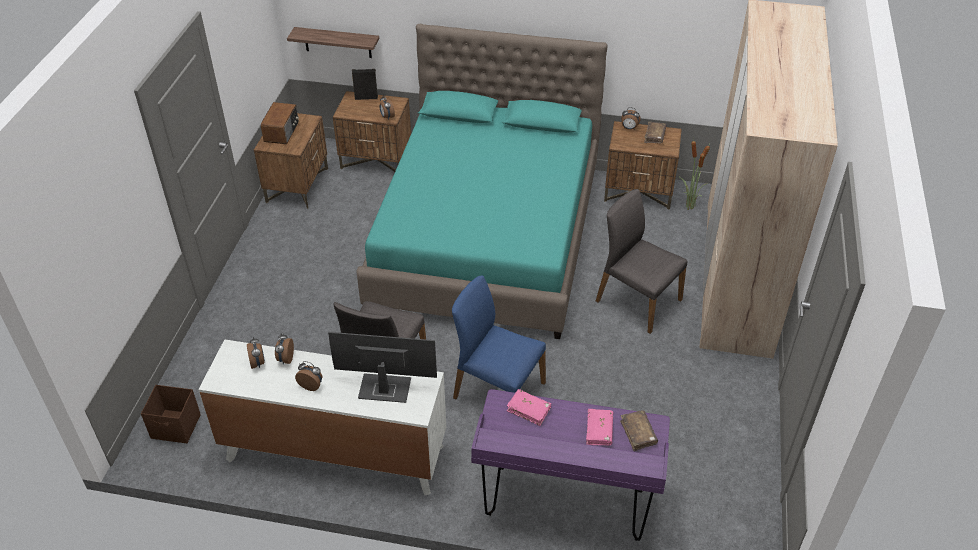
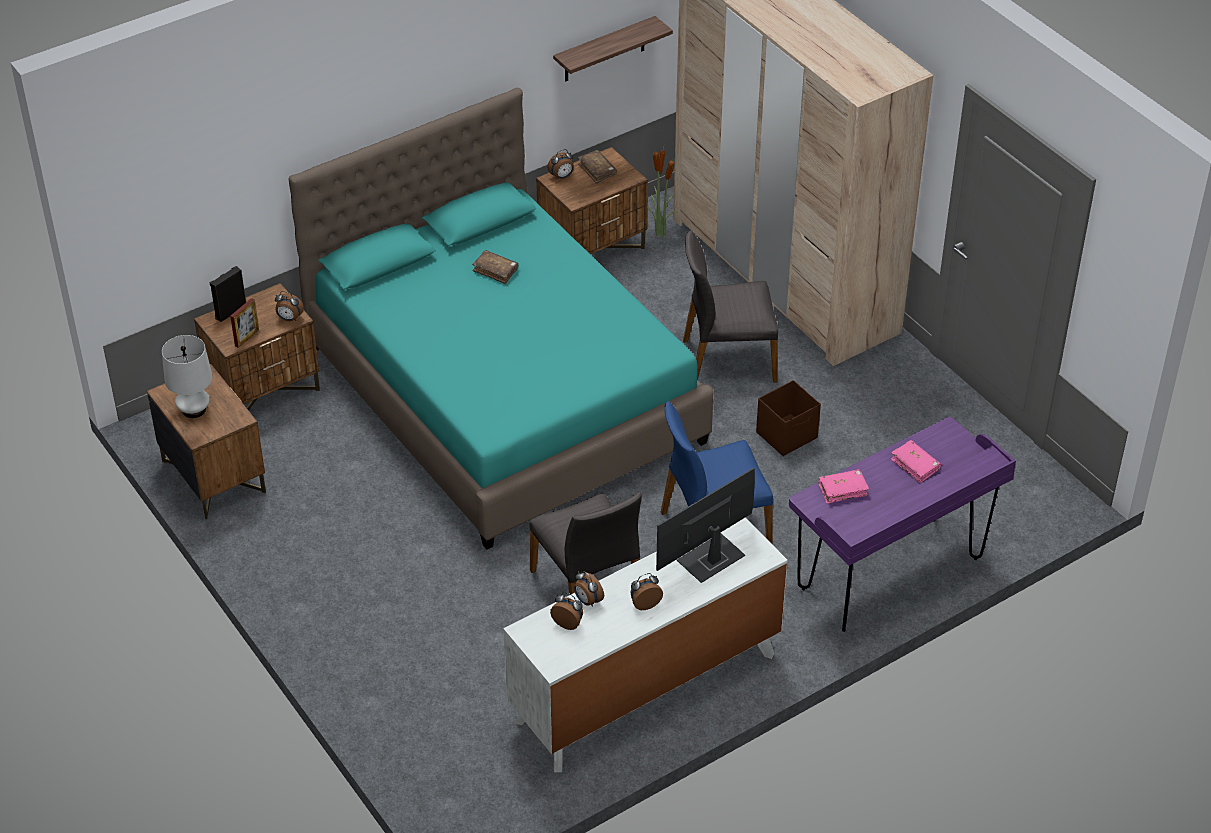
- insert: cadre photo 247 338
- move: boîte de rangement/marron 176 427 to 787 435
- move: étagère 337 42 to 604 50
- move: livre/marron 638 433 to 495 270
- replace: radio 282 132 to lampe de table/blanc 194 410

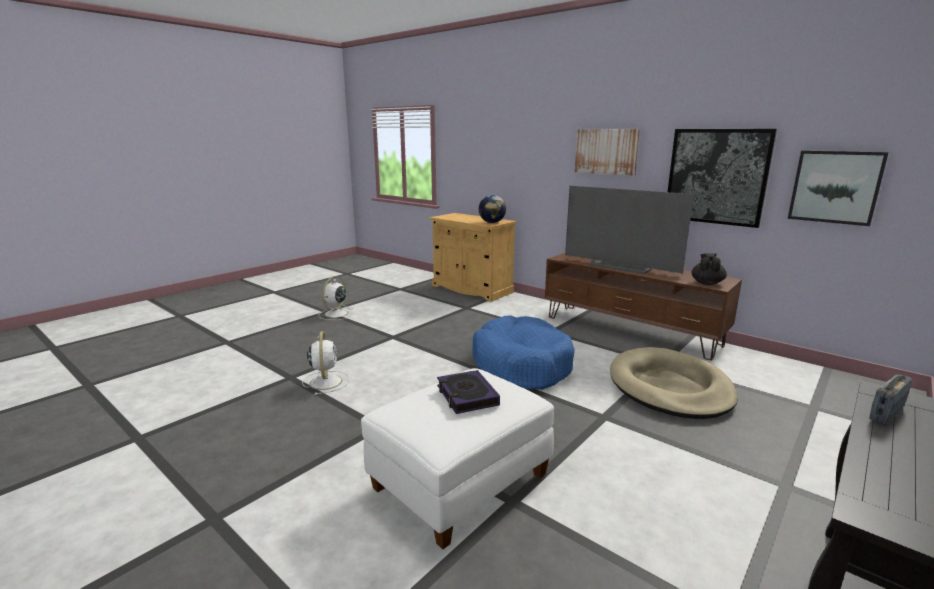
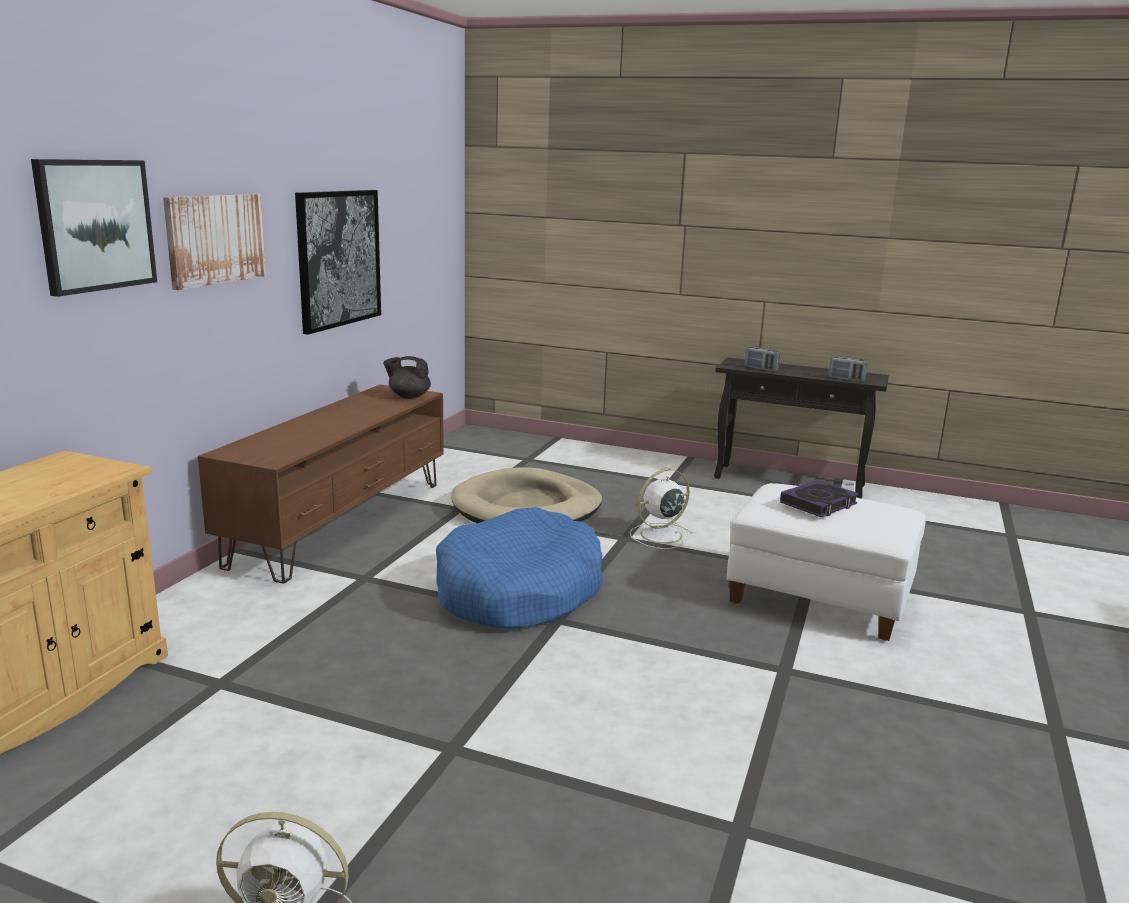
- delete: globe 492 222
- delete: téléviseur 621 266
- insert: radio 846 379
- move: ventilateur/blanc 326 381 to 659 535
- move: tableau 835 187 to 95 225

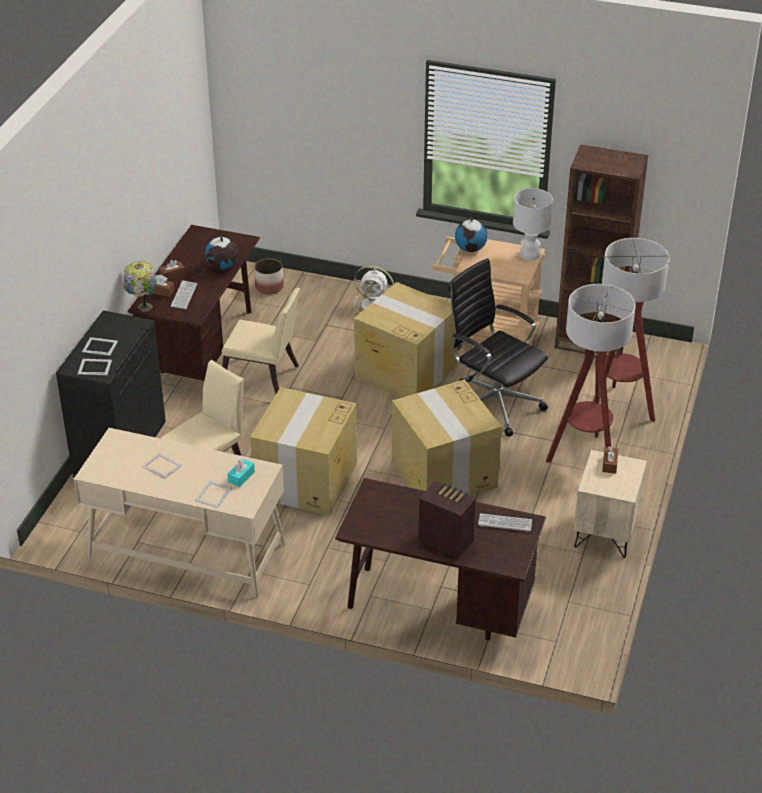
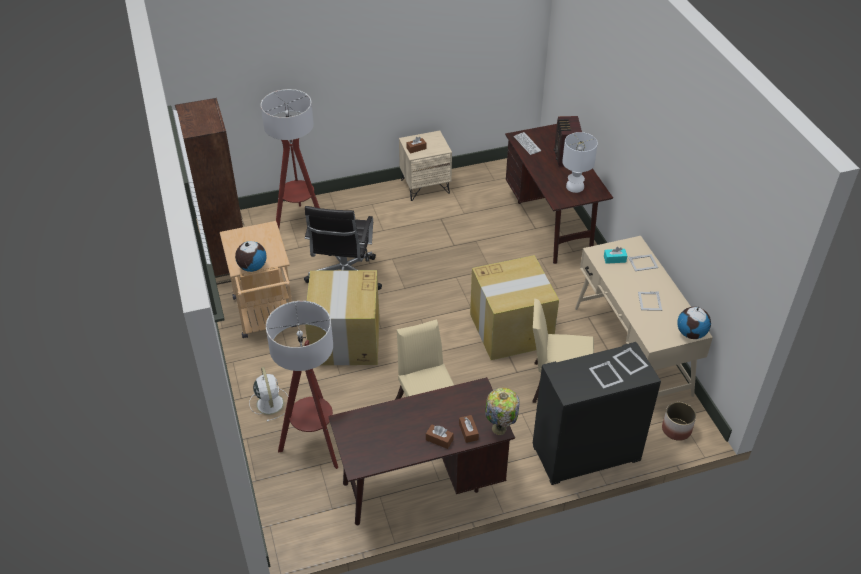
- delete: clavier 184 295
- delete: carton 444 475
- move: globe 222 267 to 691 333
- move: cache-pot 269 287 to 676 429
- move: lampe de table/blanc 529 254 to 575 187
- move: lampadaire 585 458 to 315 445

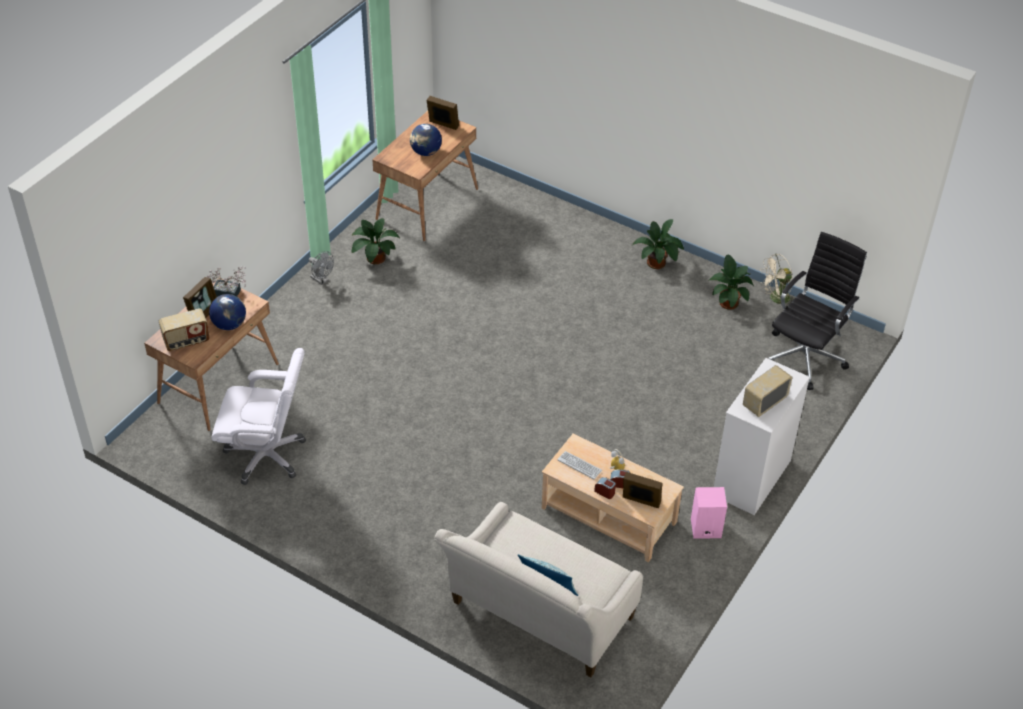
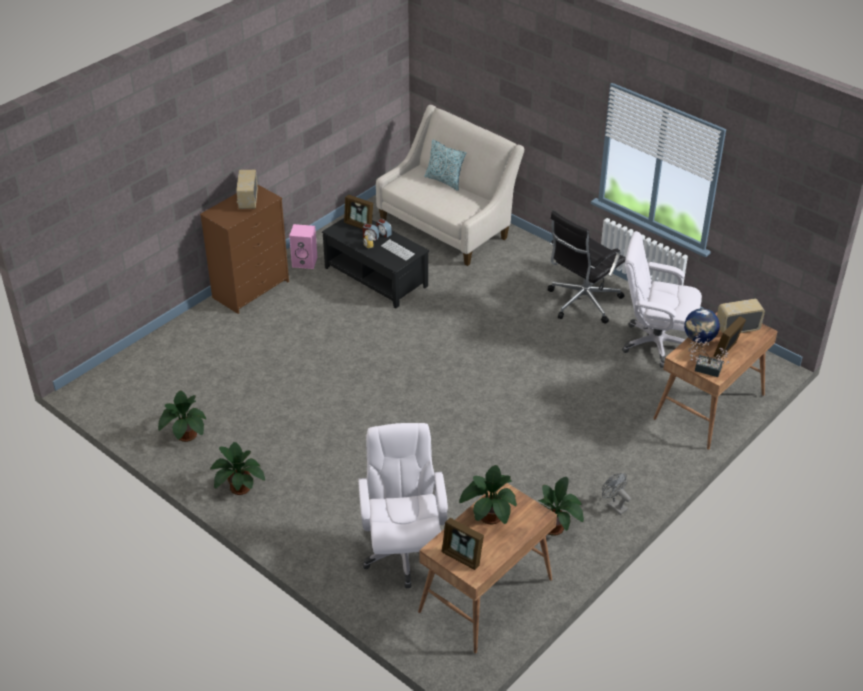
- delete: ventilateur/beige 776 299
- insert: chaise de bureau/blanc 403 553
- move: chaise de bureau/noir 805 356 to 582 302
- replace: globe 426 152 to plante en pot 489 516
- recolor: table basse/beige 608 515 to table basse/noir 377 276
- recolor: commode/blanc 751 478 to commode/marron 251 289
- rotate: radio 764 402 = 247 200 120 degrees clockwise

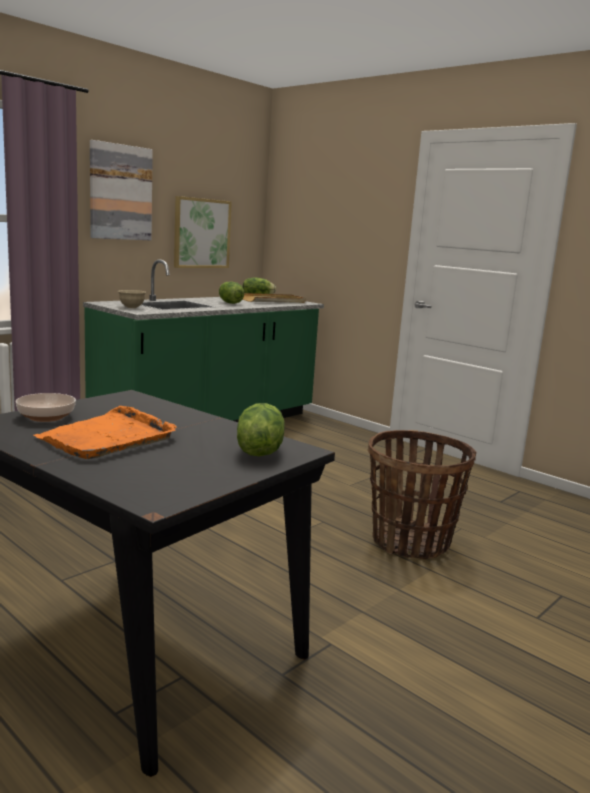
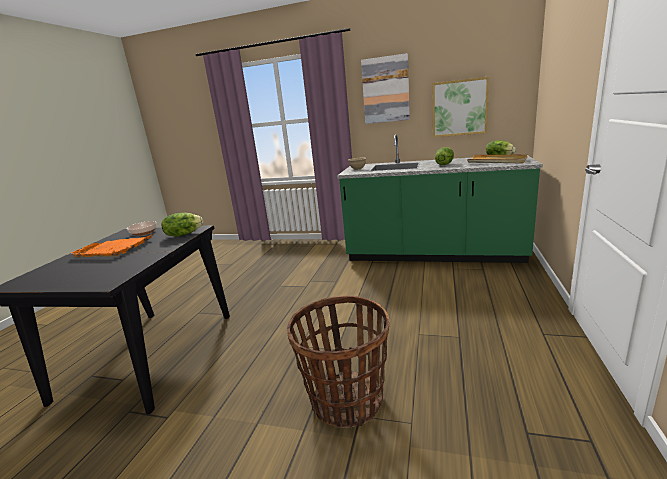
- move: laitue 258 451 to 183 234

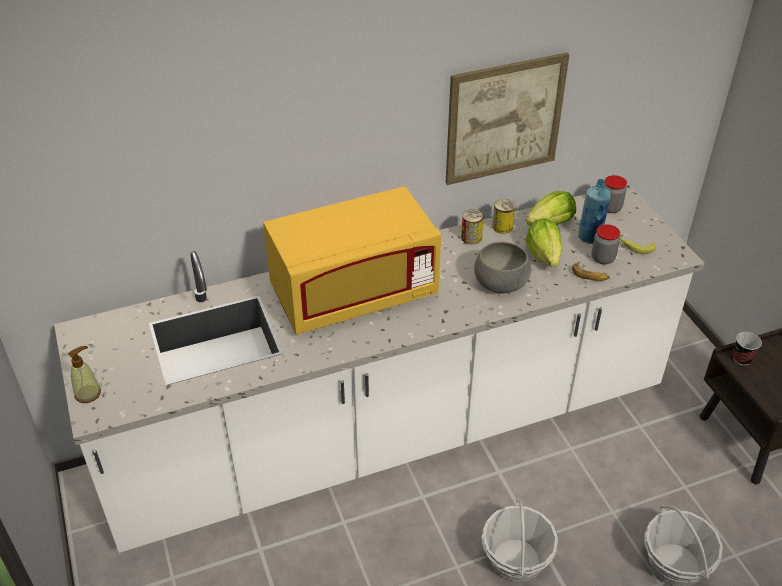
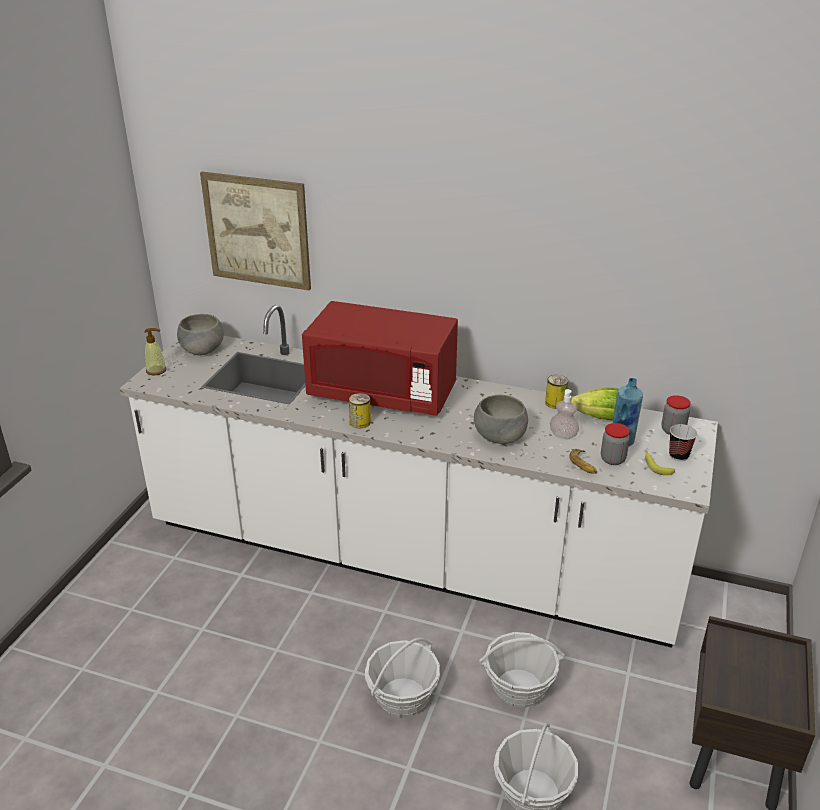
- insert: bol/gris 202 349
- insert: panier 518 688
- move: tableau 504 119 to 257 231
- move: boîte métallique 471 237 to 360 422
- move: tasse 742 359 to 678 456
- replace: laitue 544 255 to distributeur de savon 563 435
- recolor: micro-ondes/jaune 354 294 to micro-ondes/rouge 383 393

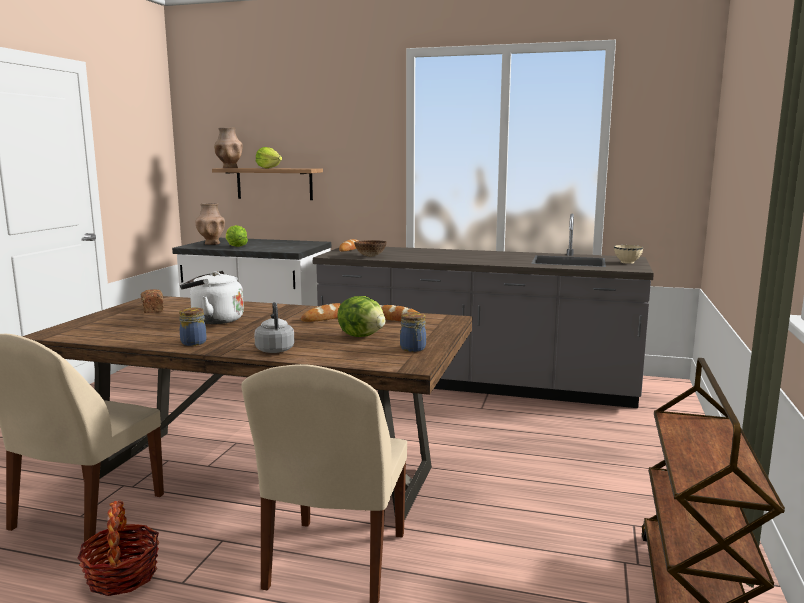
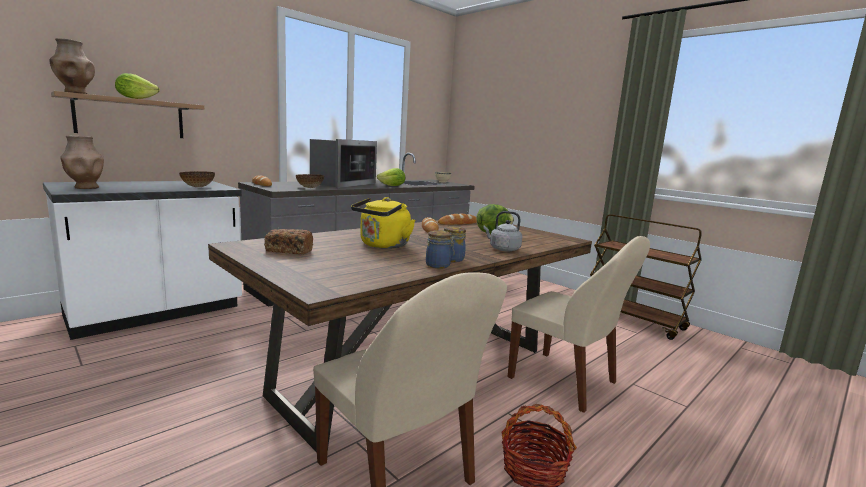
- insert: bol 197 187
- insert: micro-ondes 342 184
- move: laitue 236 246 to 392 186
- move: bocal 413 349 to 439 265
- recolor: bouilloire/blanc 214 320 to bouilloire/jaune 382 245

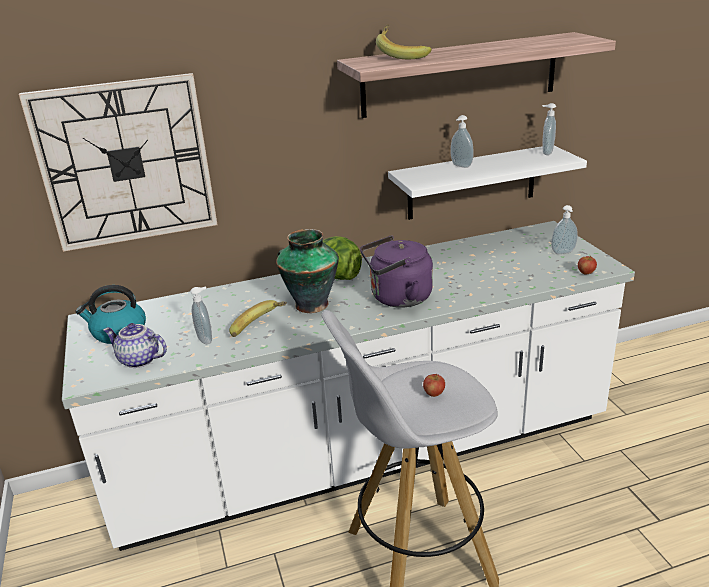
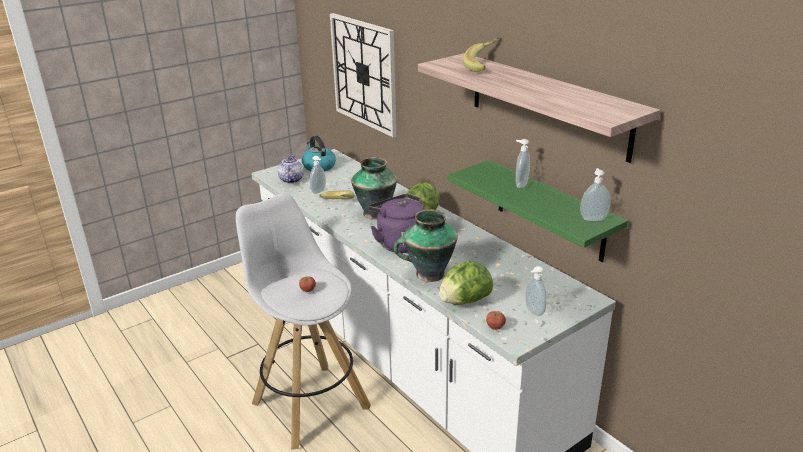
- insert: vase 428 274
- insert: laitue 464 301
- recolor: étagère/blanc 472 182 to étagère/vert 550 211

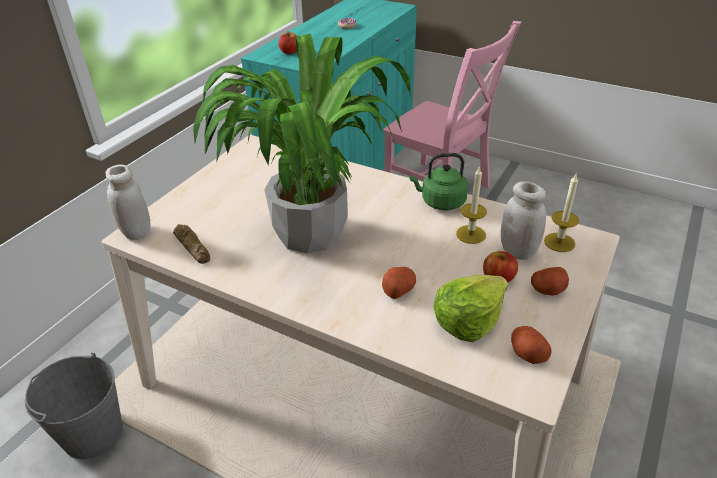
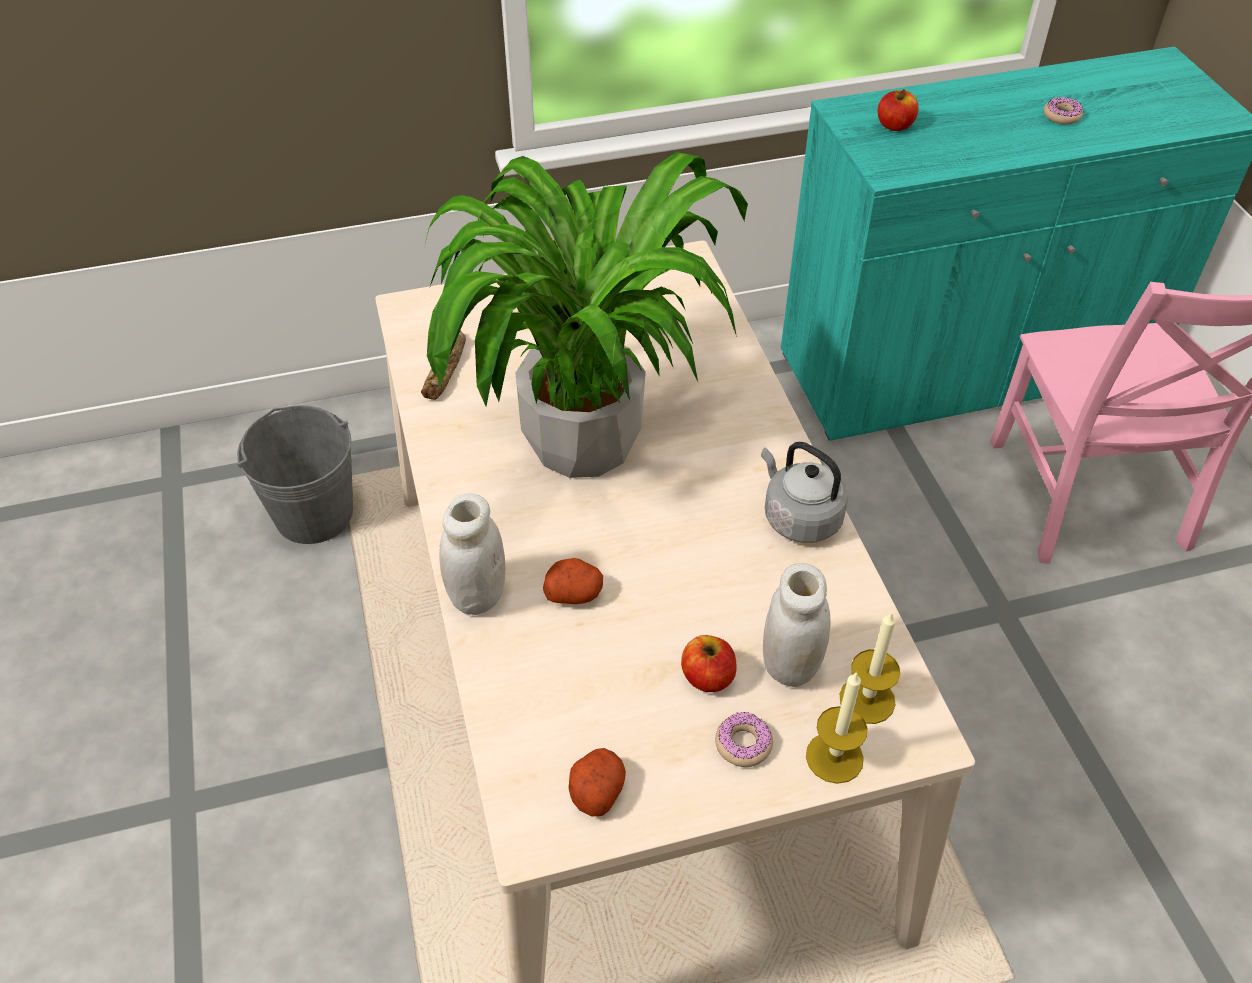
- delete: laitue 468 320
- move: bocal/blanc 136 232 to 477 595
- move: bougie 471 234 to 834 757
- replace: pomme de terre 547 290 to beignet 743 744
- recolor: bouilloire/vert 440 202 to bouilloire/gris 798 517

